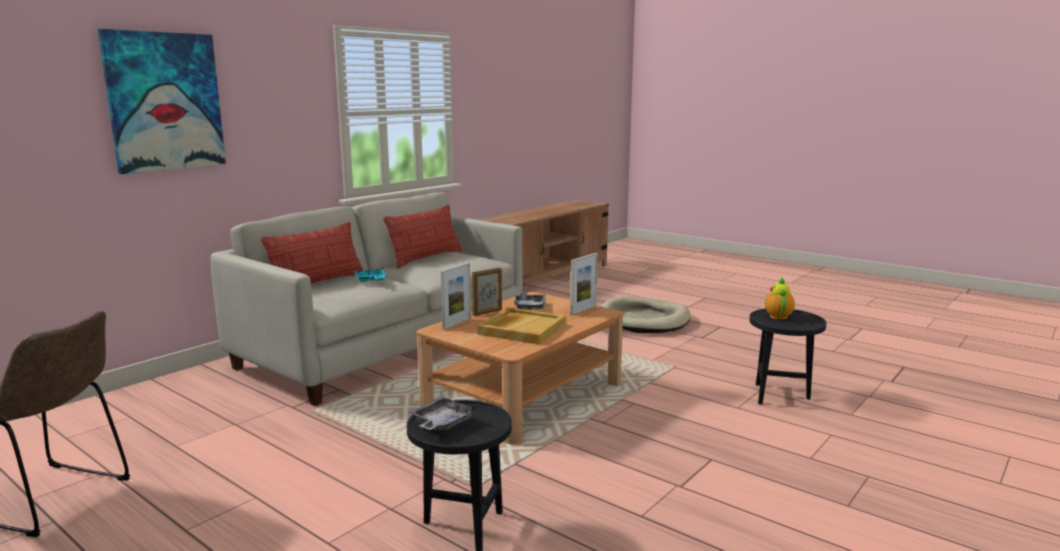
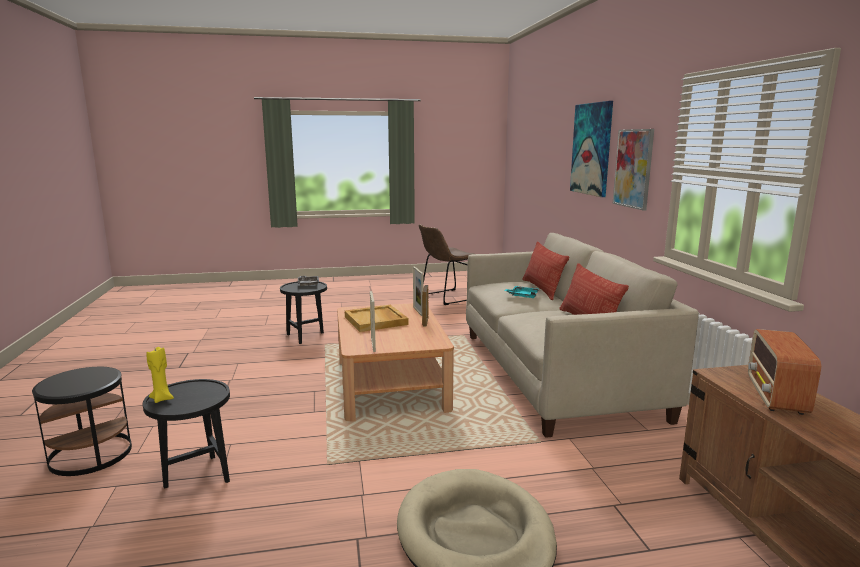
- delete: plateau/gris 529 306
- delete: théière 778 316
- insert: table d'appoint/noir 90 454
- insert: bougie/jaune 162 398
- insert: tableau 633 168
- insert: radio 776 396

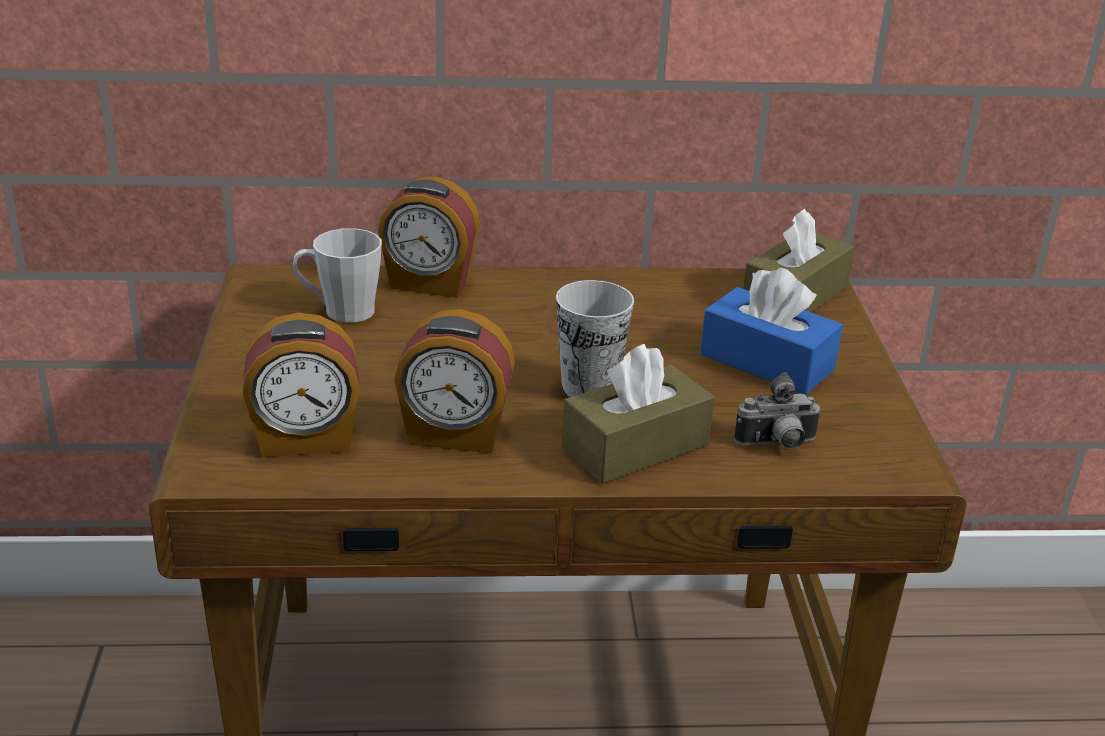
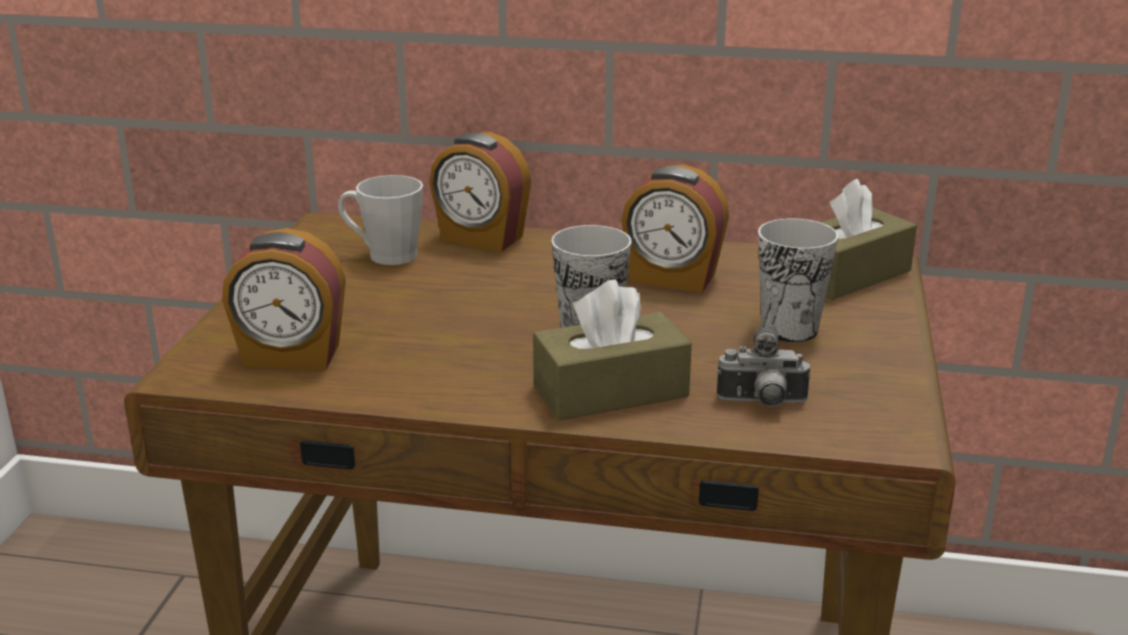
- move: réveil 455 435 to 672 279
- replace: boîte à mouchoirs/bleu 767 362 to tasse 789 329

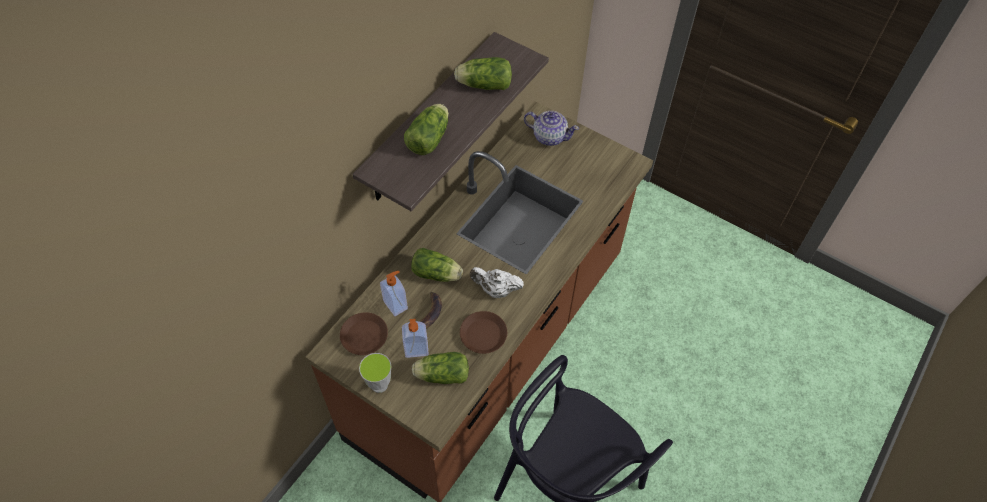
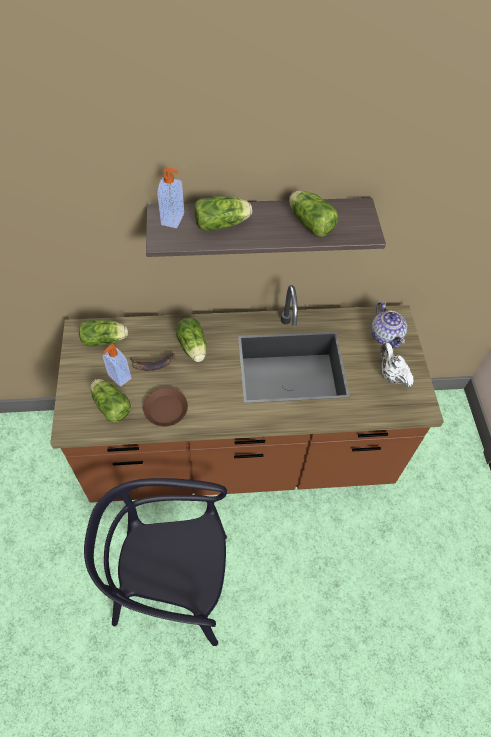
- delete: tasse 379 385
- move: distributeur de savon 396 304 to 173 219
- move: théière/blanc 496 290 to 391 375
- replace: assiette/marron 364 336 to laitue 106 340

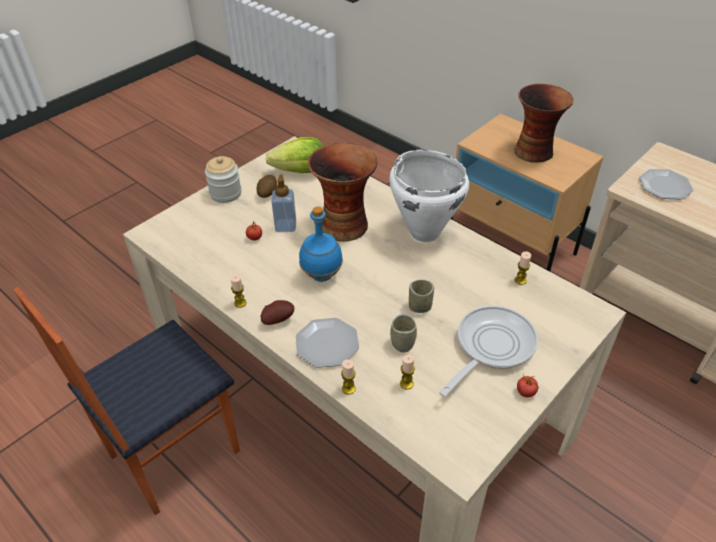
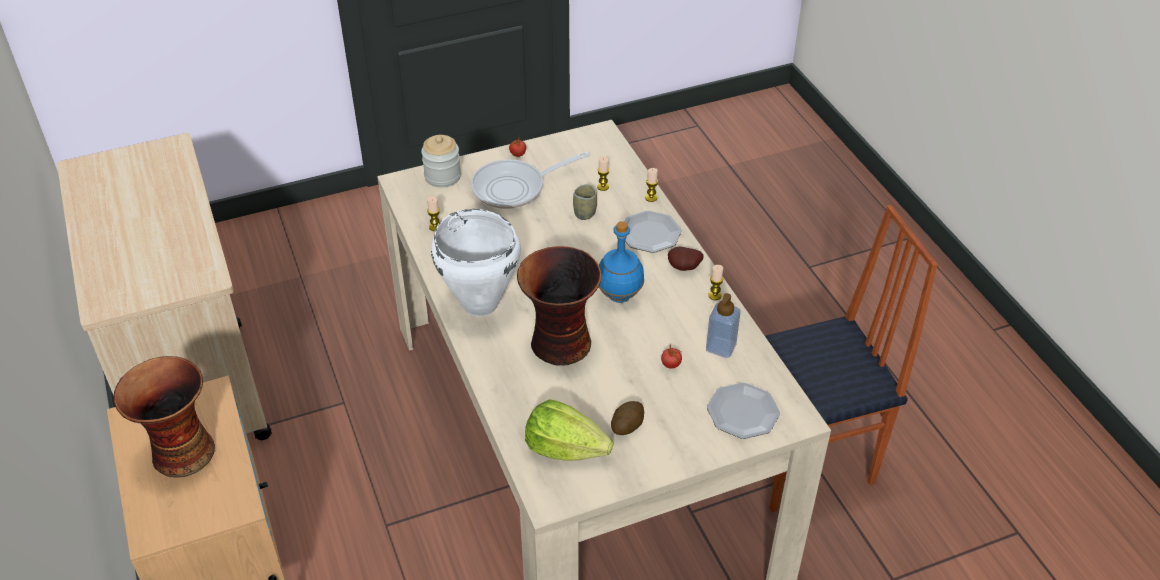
- delete: tasse 420 306
- move: bocal 225 193 to 442 176
- move: distributeur de savon 285 226 to 721 347
- move: assiette 664 186 to 742 413

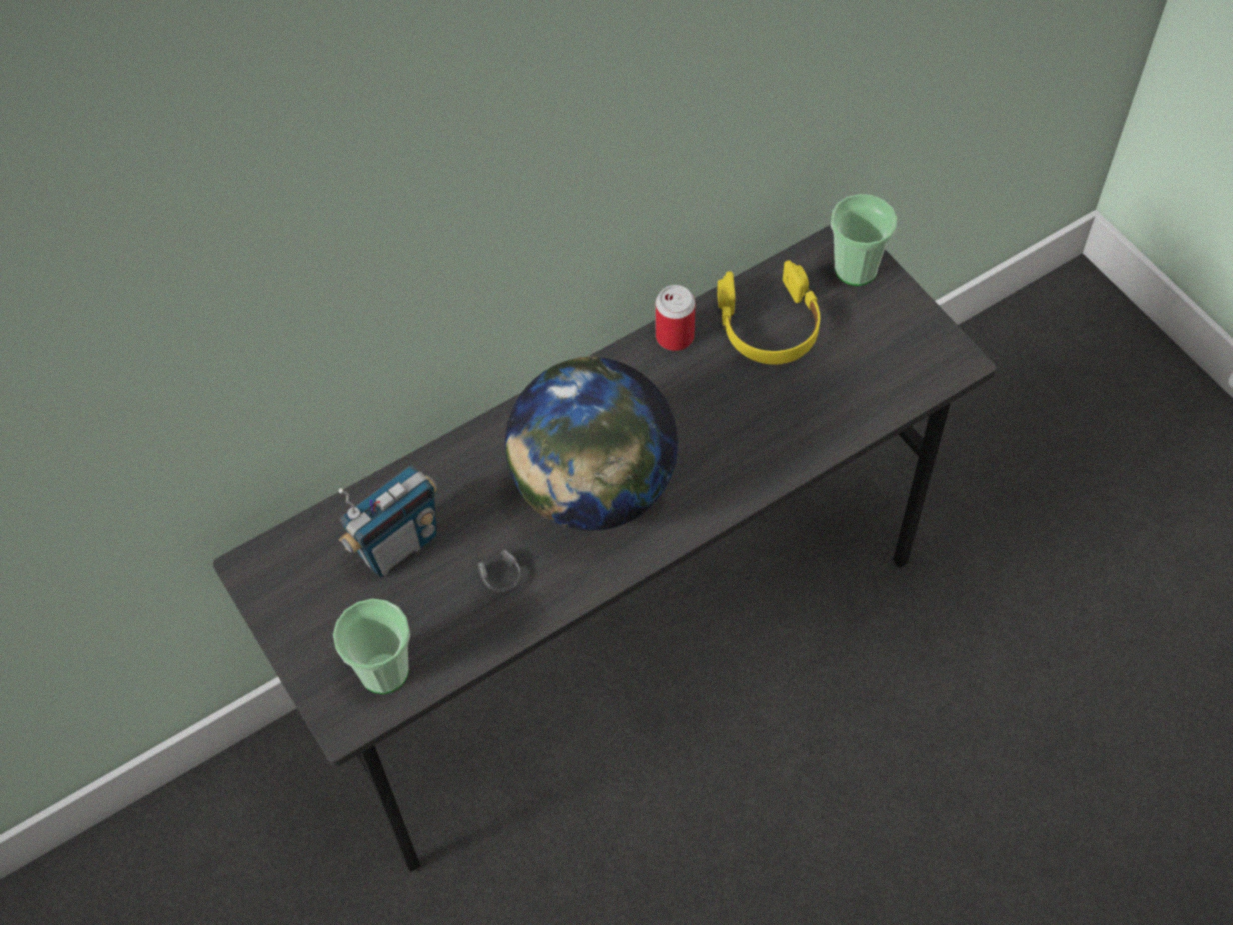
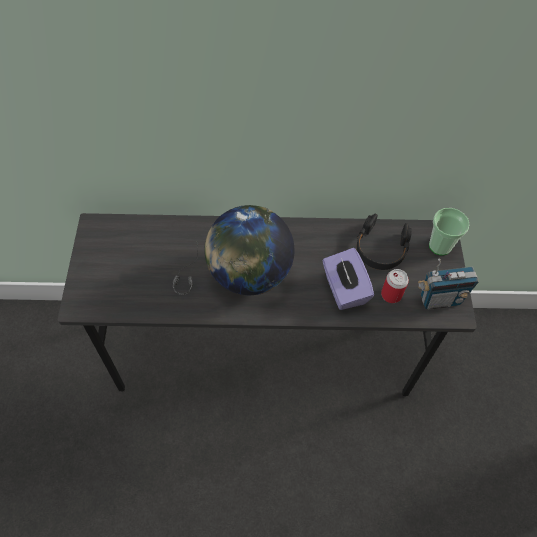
- delete: tasse 384 671
- insert: boîte à mouchoirs/violet 344 289
- move: radio 398 546 to 439 299
- move: boîte métallique 675 336 to 391 294
- recolor: casque audio/jaune 769 325 to casque audio/noir 381 248

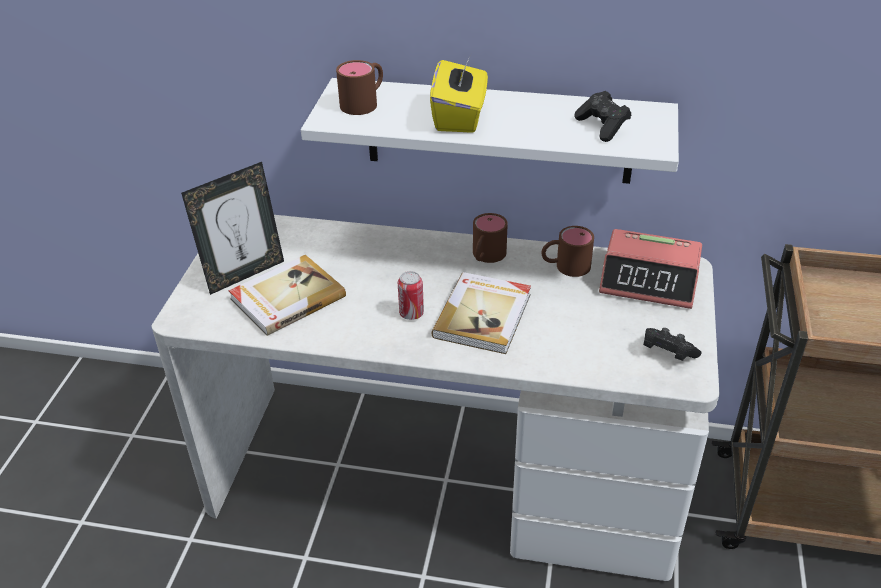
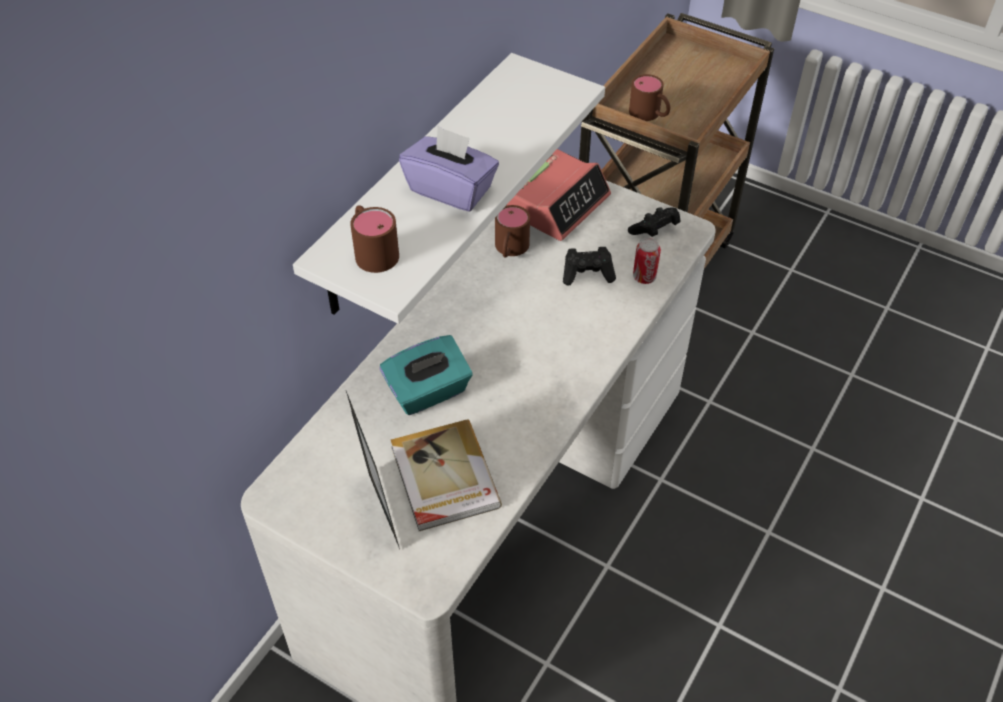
- delete: livre 484 315
- insert: boîte à mouchoirs/turquoise 428 392
- move: boîte métallique 411 314 to 644 277
- move: mug/marron 486 257 to 650 114
- move: manette/noir 602 127 to 587 274
- recolor: boîte à mouchoirs/jaune 460 117 to boîte à mouchoirs/violet 451 189

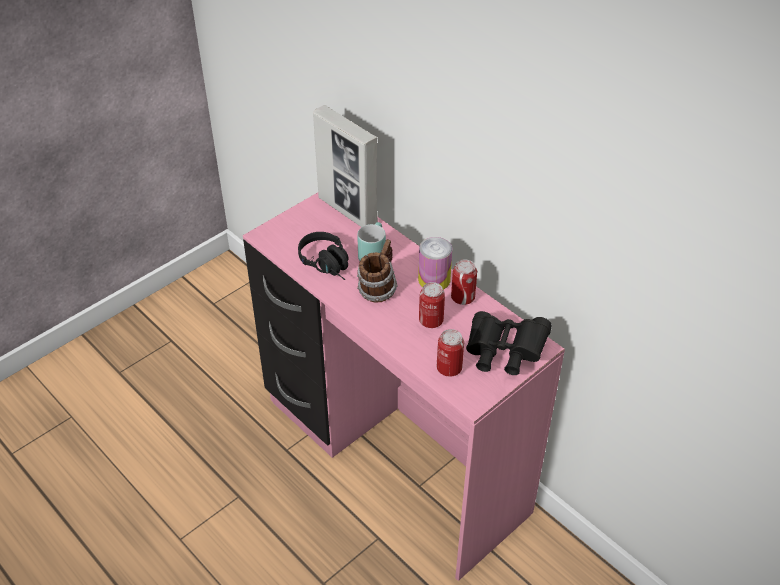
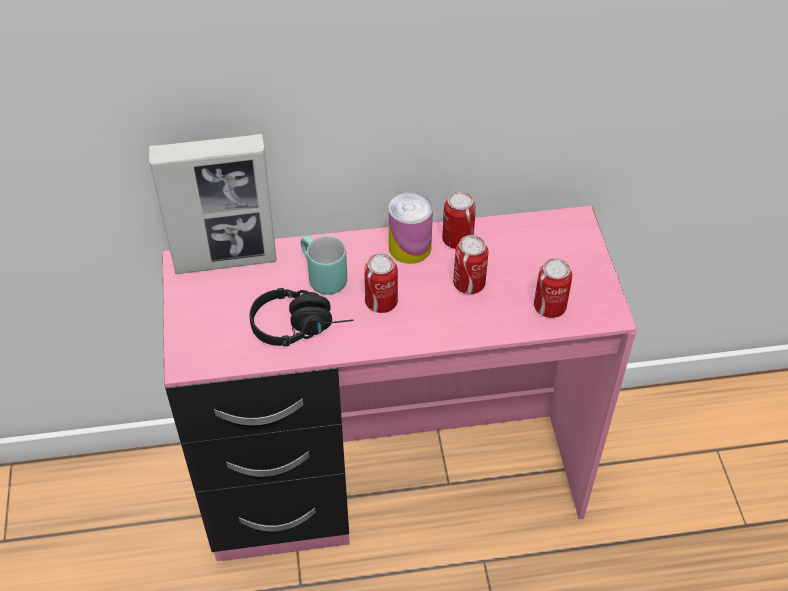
- delete: jumelles/noir 503 353
- replace: mug 378 289 to boîte métallique 381 302

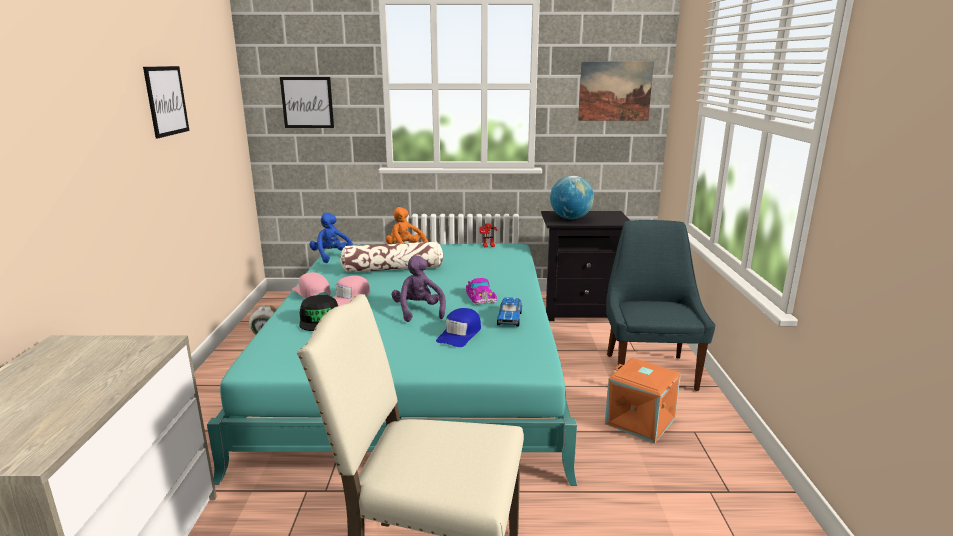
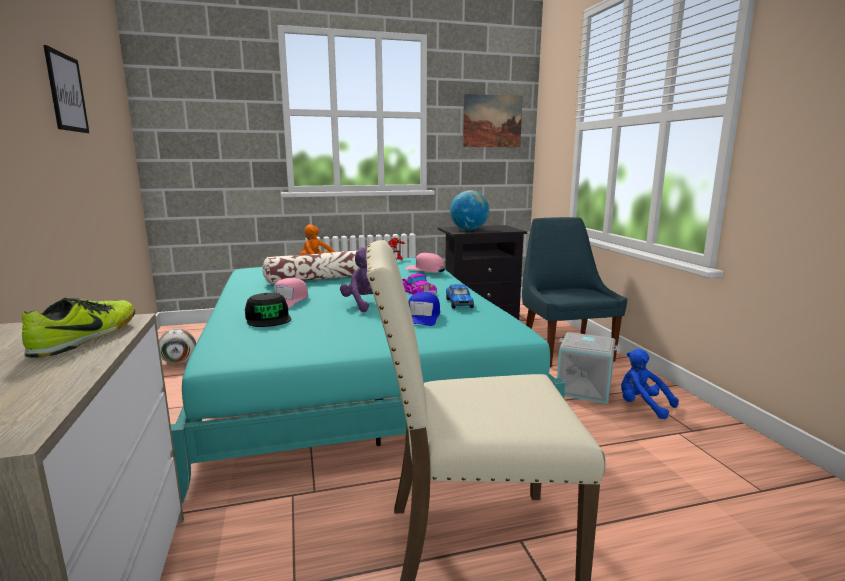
- delete: tableau 307 102
- insert: chaussure 87 337
- move: casquette/rose 312 292 to 425 269
- move: peluche/bleu 332 256 to 642 406
- recolor: boîte de rangement/orange 641 421 to boîte de rangement/gris 584 388

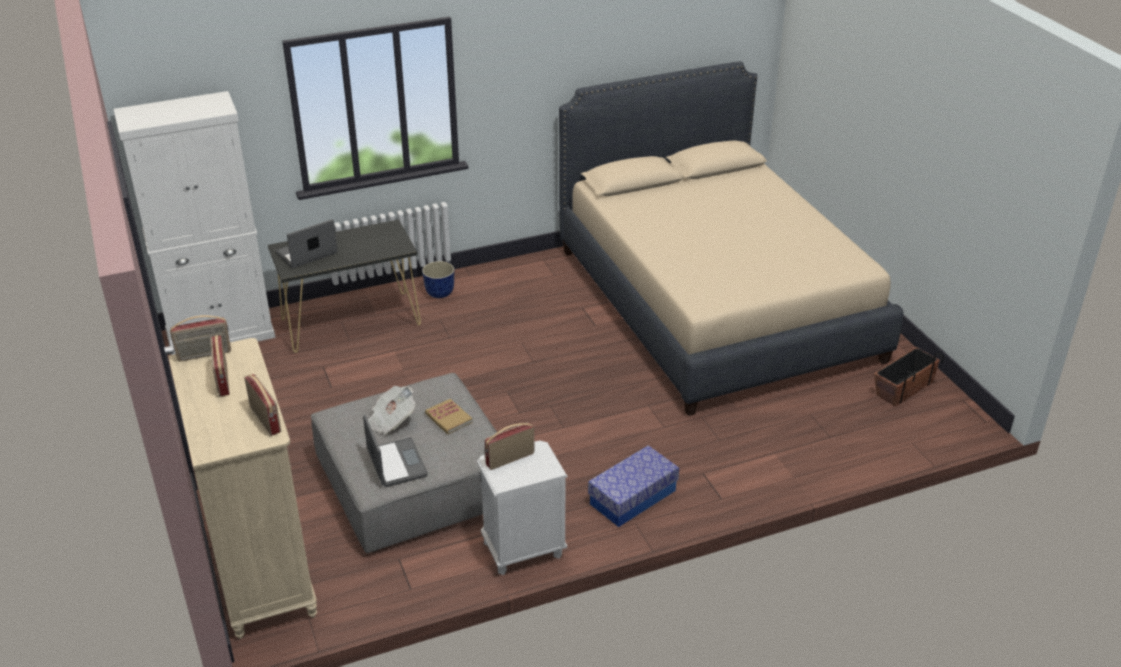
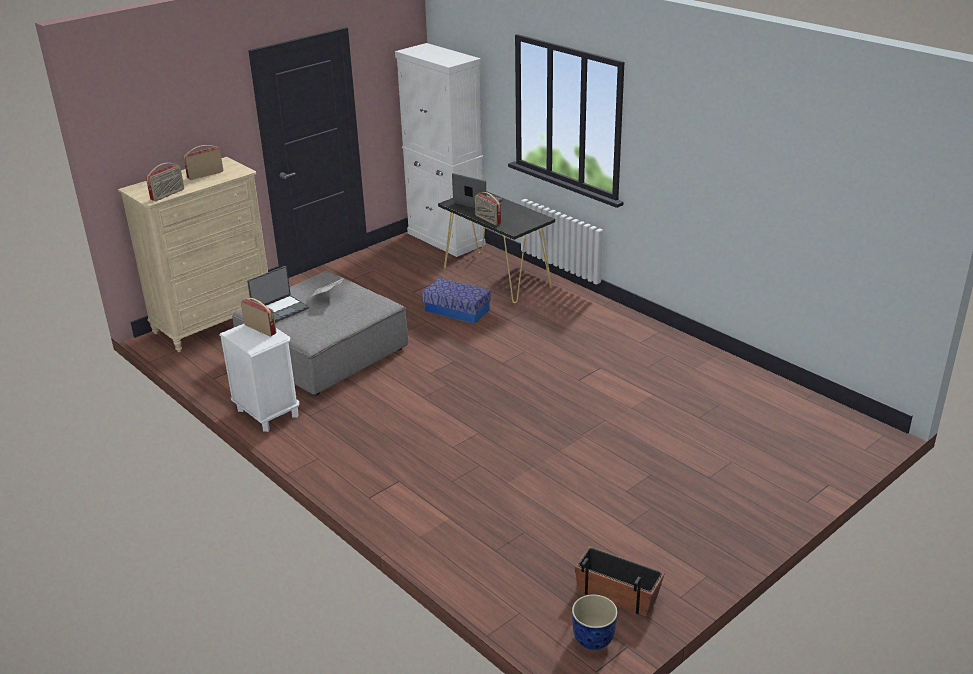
- delete: livre 448 418
- delete: lit/beige 715 303
- move: radio 204 354 to 487 220
- move: cache-pot 439 293 to 593 639
- move: boîte de rangement 632 497 to 457 310

